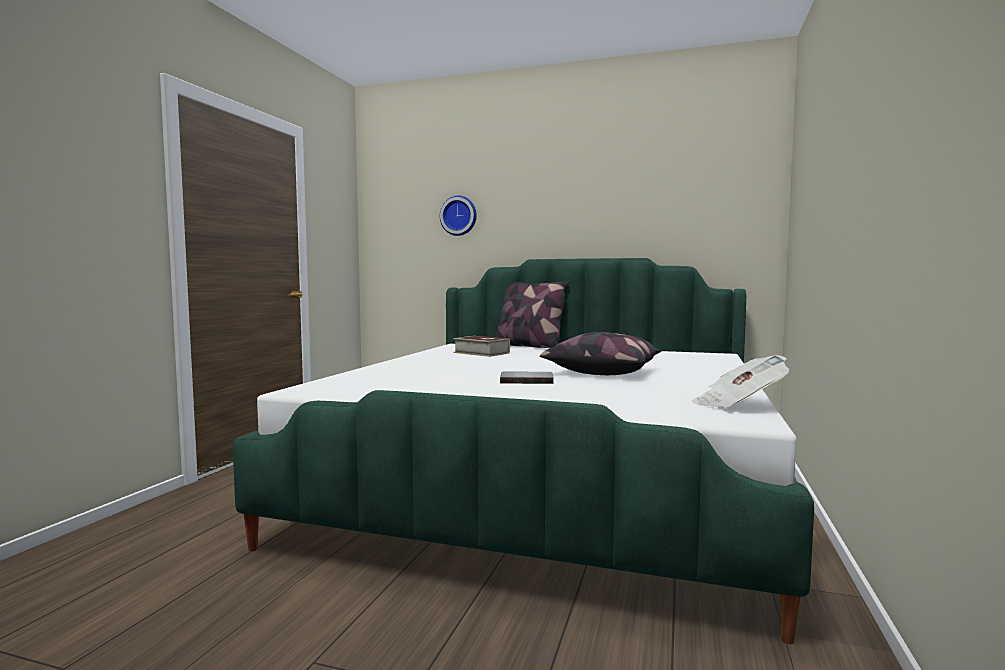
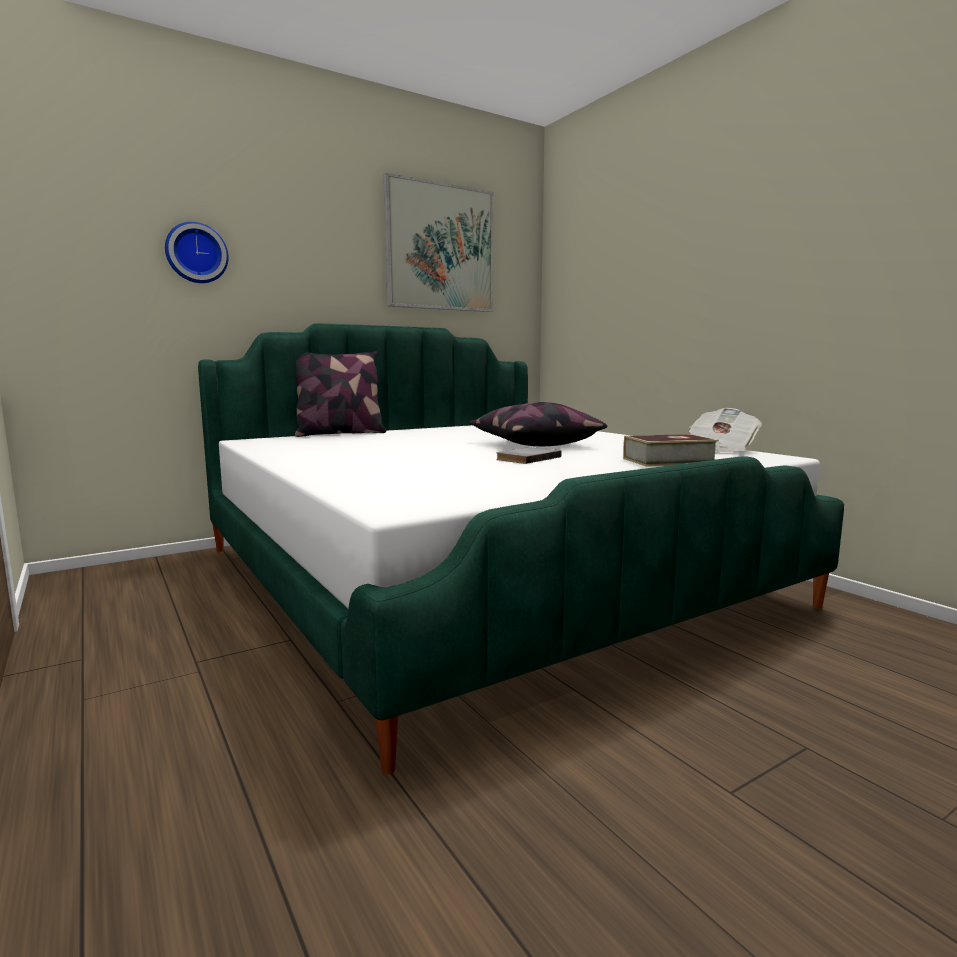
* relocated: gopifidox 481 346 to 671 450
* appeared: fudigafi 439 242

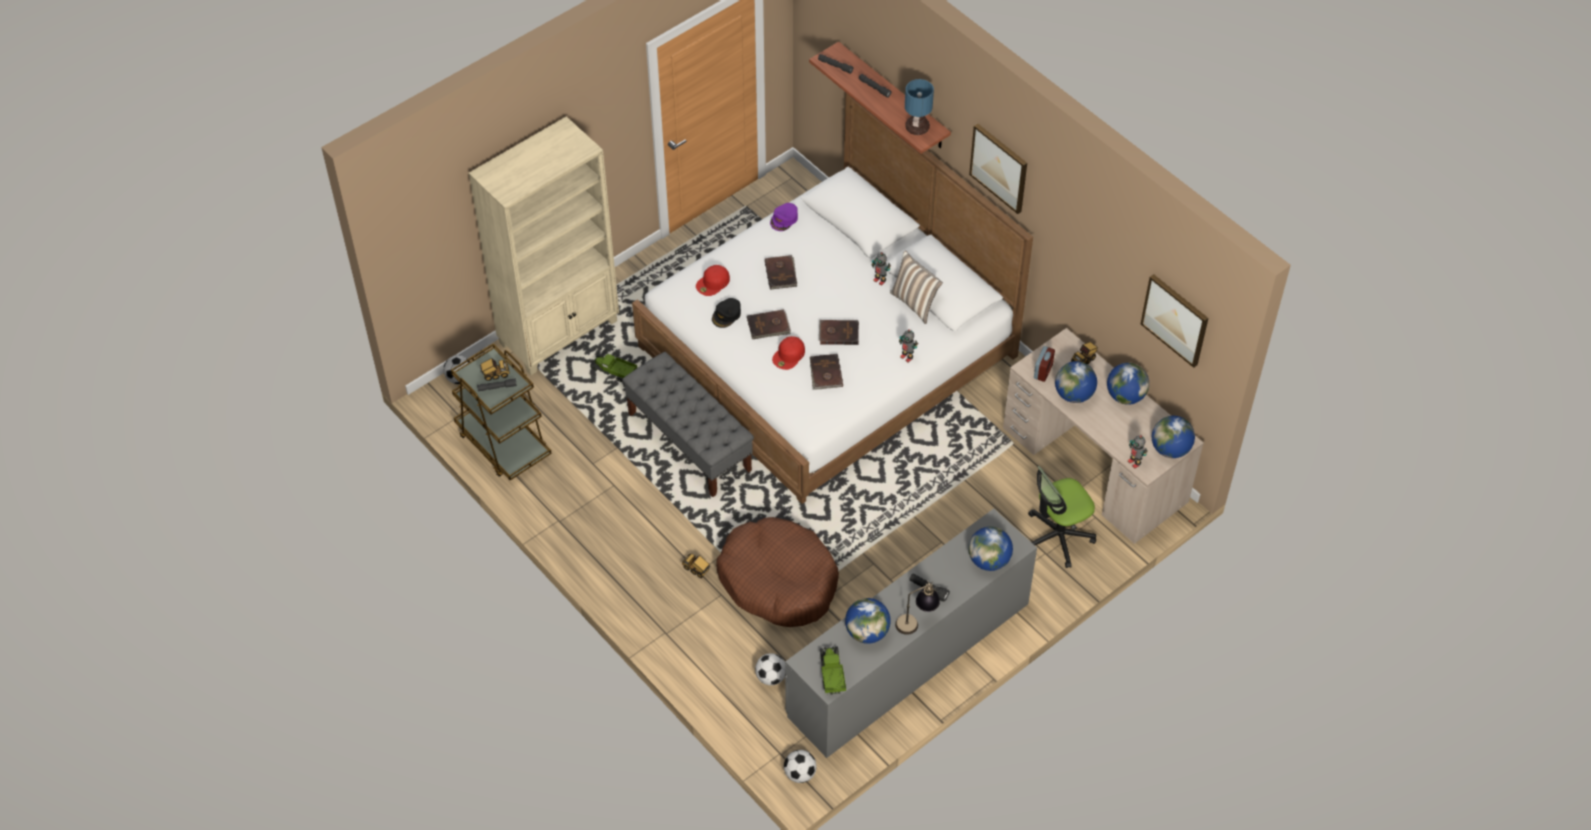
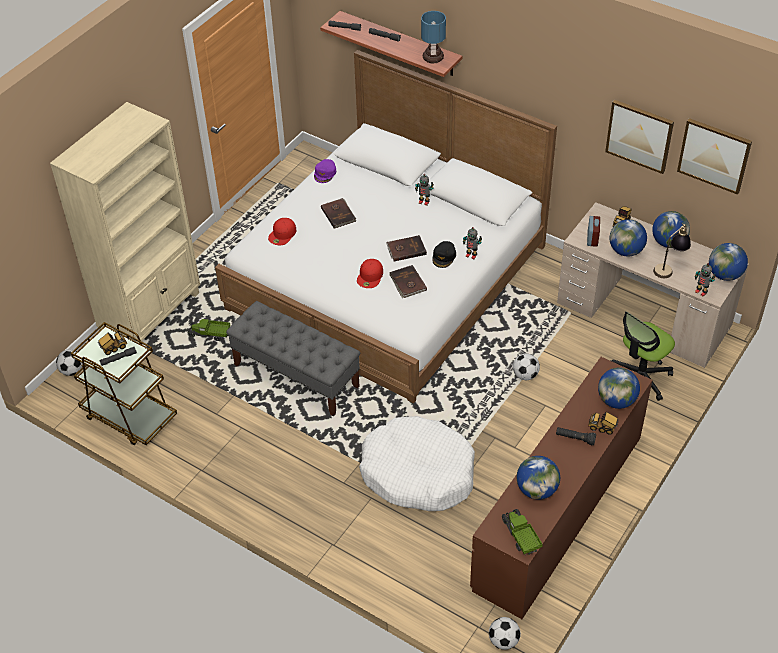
* relocated: fudigafi 998 168 to 639 137
* missing: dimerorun 916 287
* relocated: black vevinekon 726 313 to 444 254
* missing: brown gopifidox 769 324
* colour: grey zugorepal 911 633 to brown zugorepal 561 488
* colour: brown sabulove 777 572 to white sabulove 417 463
* relocated: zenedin 696 565 to 603 423
* relocated: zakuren 917 608 to 672 250
* relocated: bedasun 770 669 to 526 367

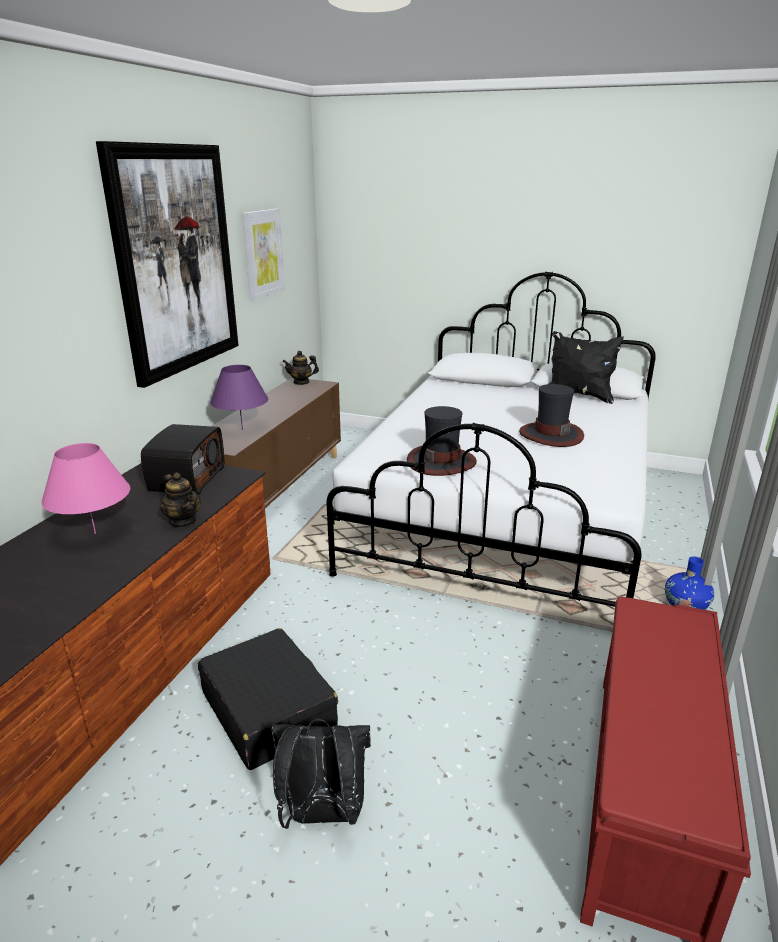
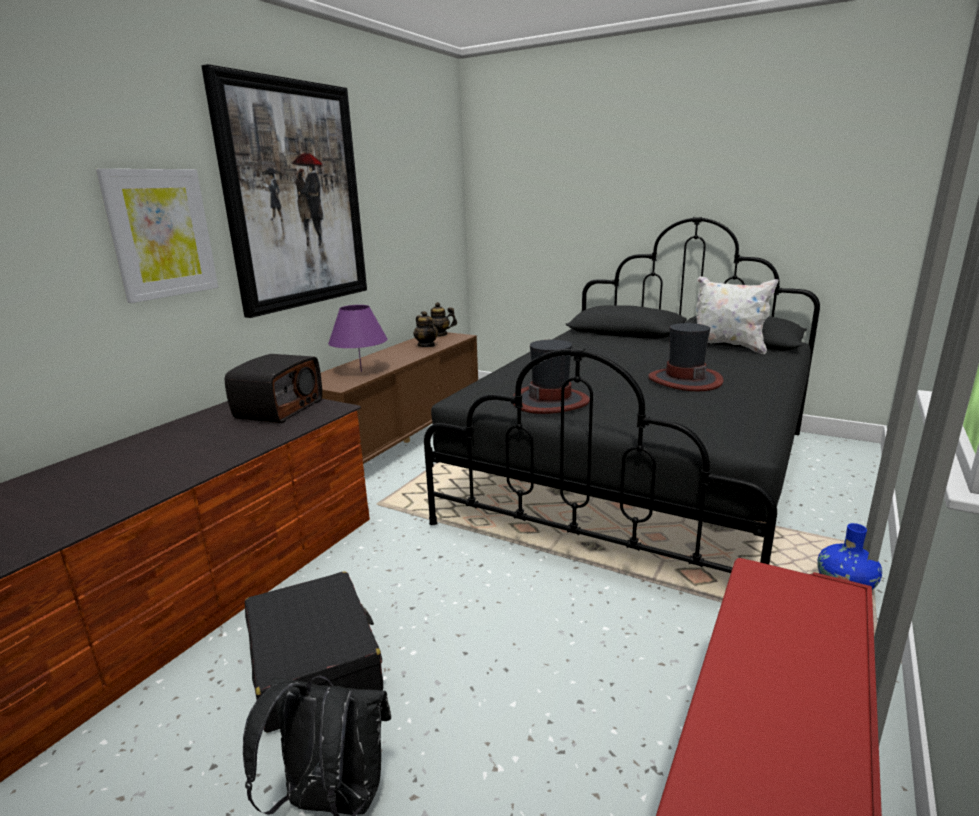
* relocated: fudigafi 263 254 to 157 236
* colour: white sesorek 491 439 to black sesorek 622 395
* colour: black dimerorun 586 367 to white dimerorun 737 315
* missing: pink zakuren 85 488
* relocated: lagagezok 180 500 to 425 329

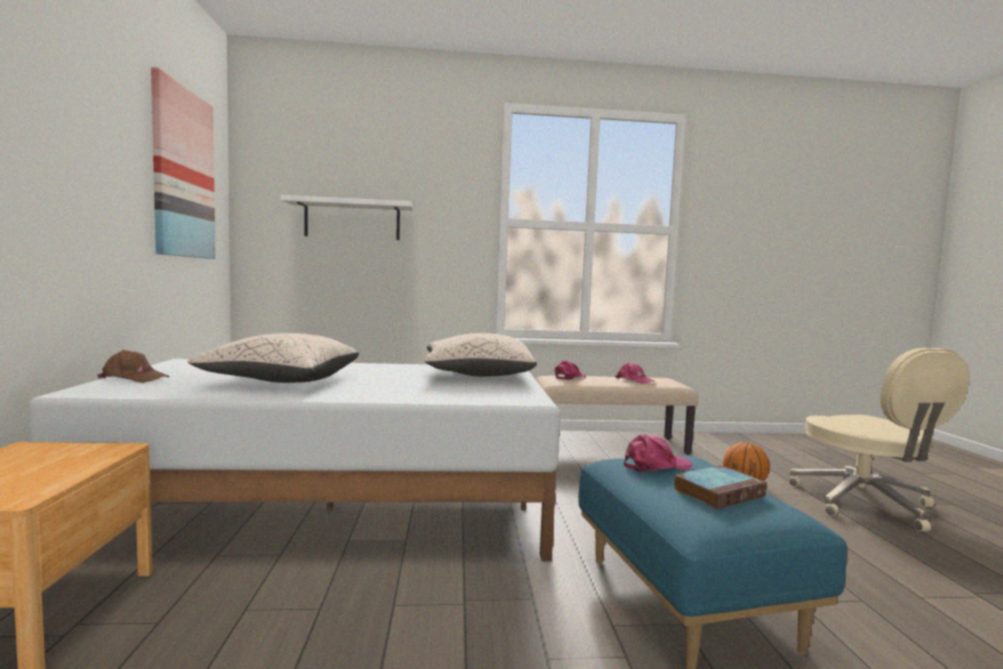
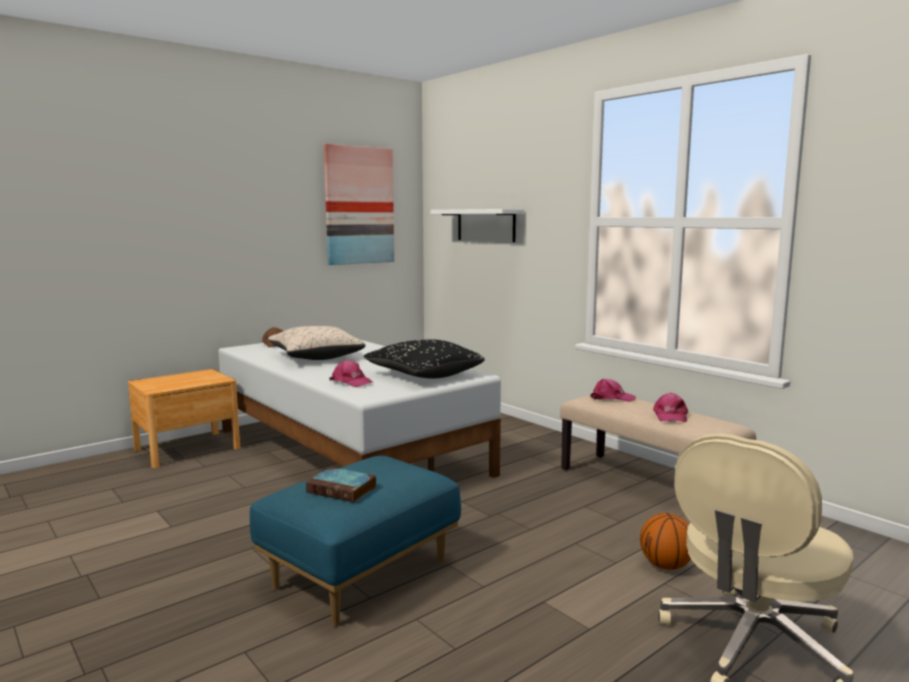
* colour: beige dimerorun 480 355 to black dimerorun 424 359
* relocated: pink vevinekon 657 454 to 351 373

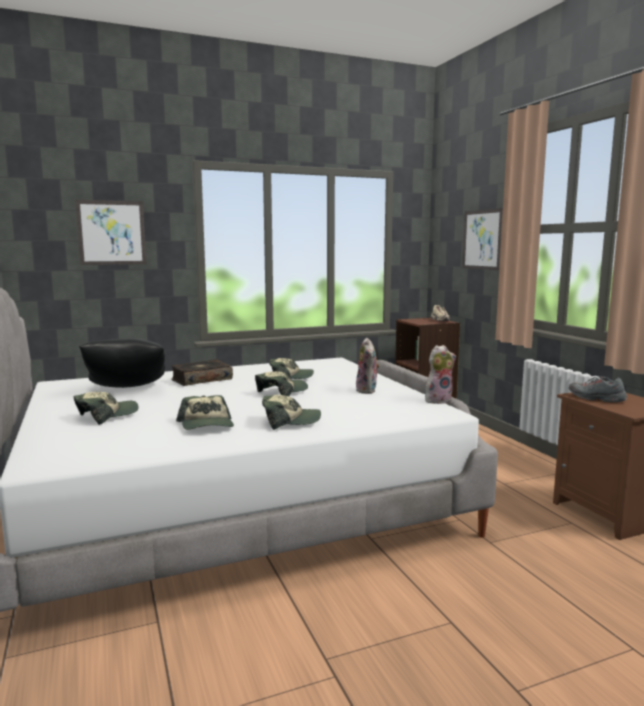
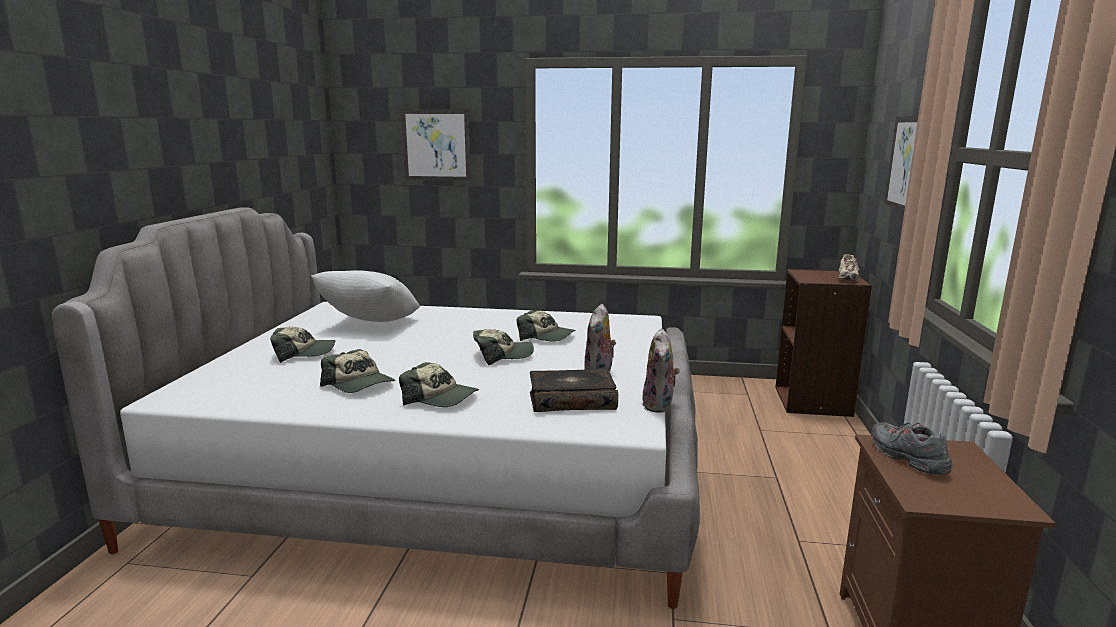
* colour: black dimerorun 122 363 to white dimerorun 365 296
* spun: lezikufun 440 374 = 661 370 90 degrees clockwise
* relocated: gopifidox 202 372 to 574 390
* spun: vevinekon 205 412 = 357 371 60 degrees counterclockwise

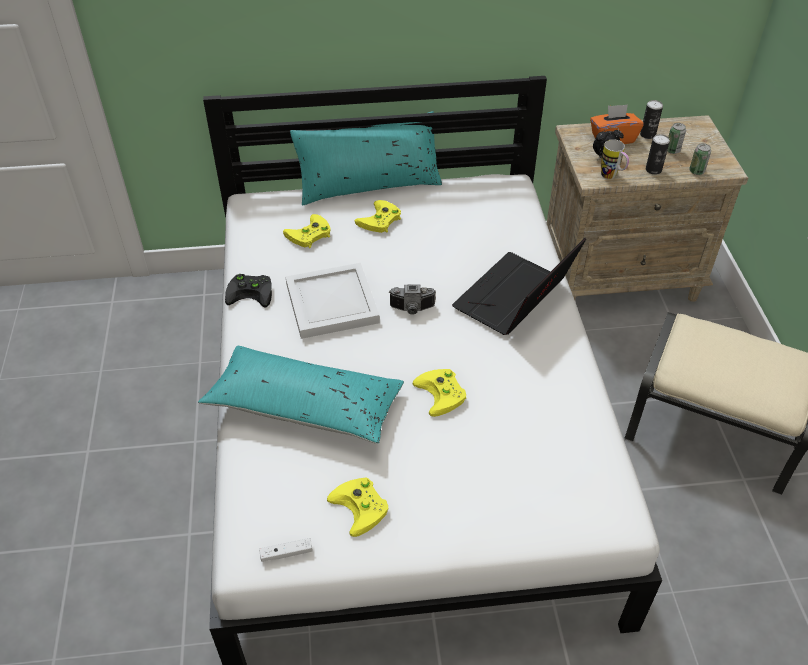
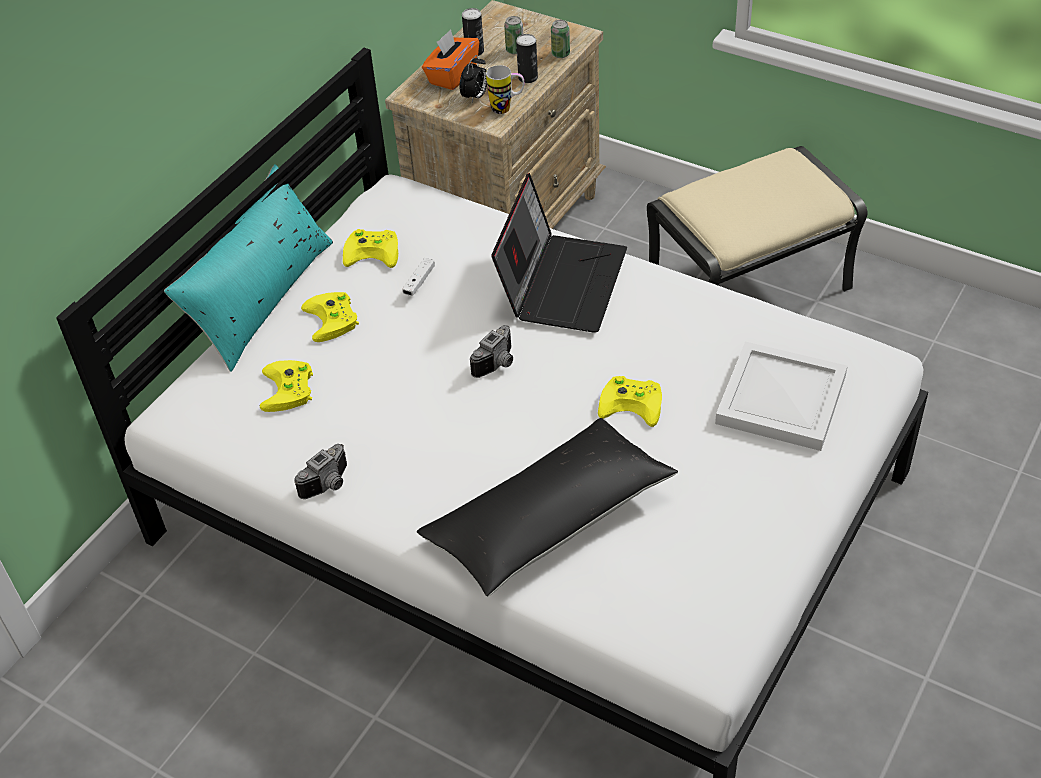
* spun: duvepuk 519 286 = 559 253 150 degrees counterclockwise
* relocated: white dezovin 333 301 to 781 396
* exchanged: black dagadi 248 290 to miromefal 320 471
* colour: turquoise dimerorun 301 395 to black dimerorun 547 507
* relocated: yellow dagadi 358 507 to 370 248
* relocated: white dagadi 285 550 to 418 277

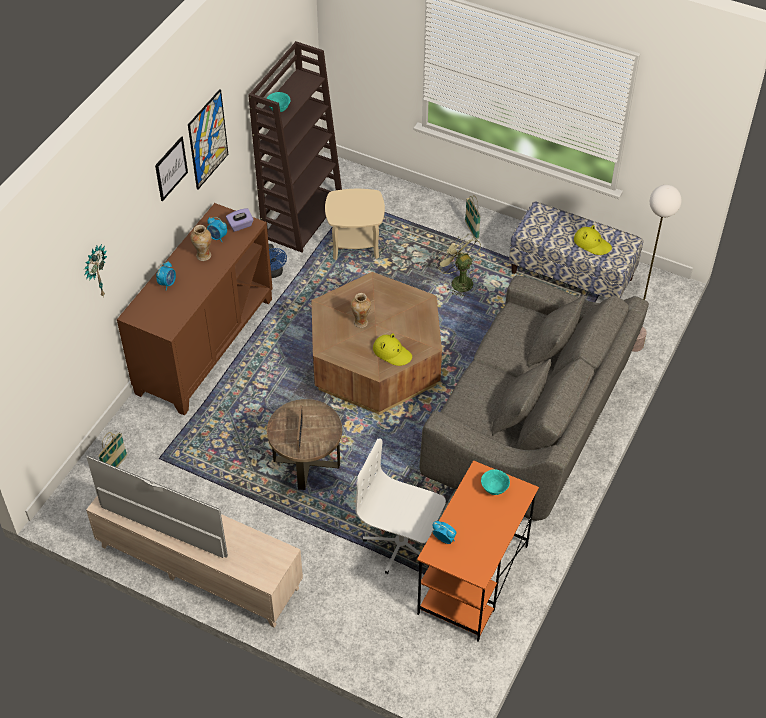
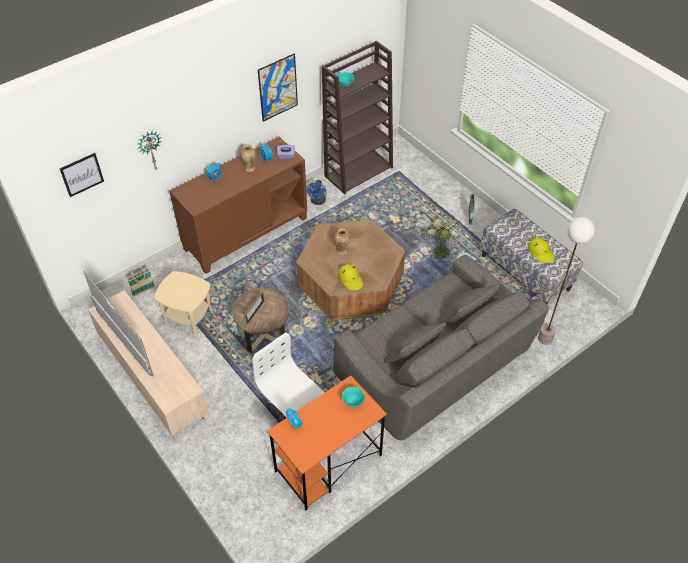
* relocated: fudigafi 171 168 to 82 175
* relocated: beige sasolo 355 224 to 183 303

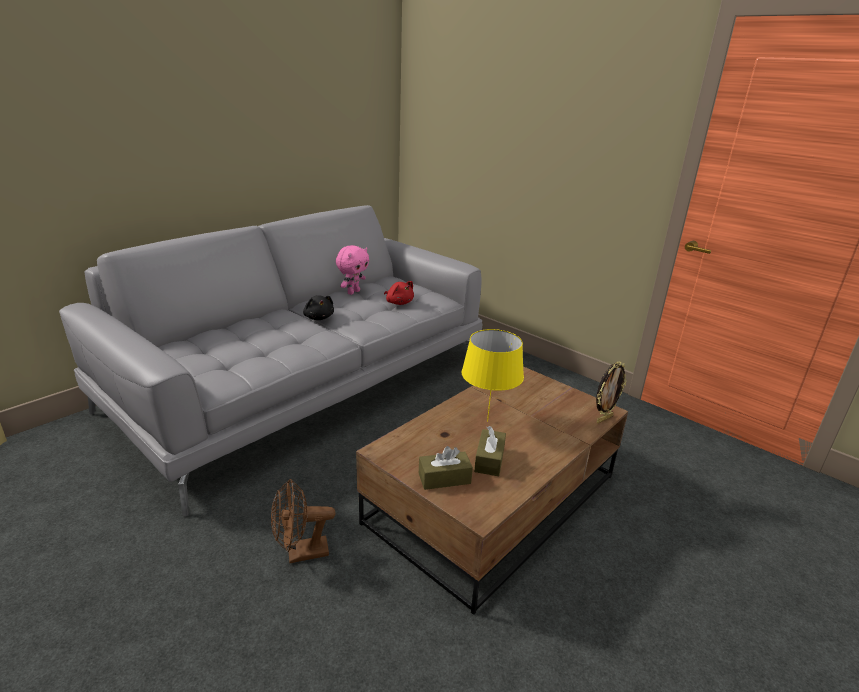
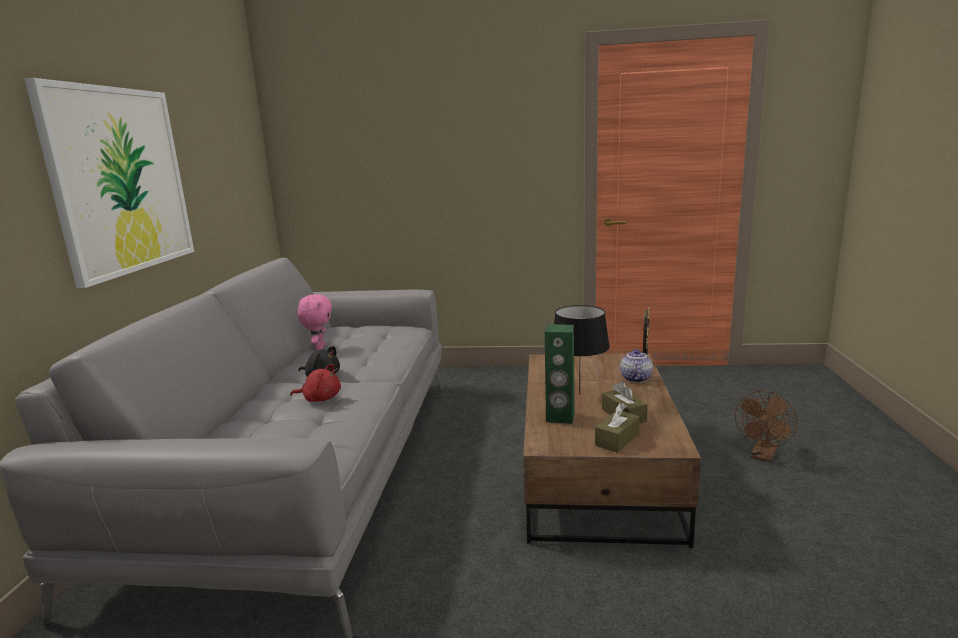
* relocated: red lezikufun 399 293 to 315 383
* colour: yellow zakuren 493 375 to black zakuren 582 350
* relocated: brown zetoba 303 521 to 766 426
* appeared: fudigafi 109 183
* appeared: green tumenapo 560 374
* appeared: lagagezok 636 366

